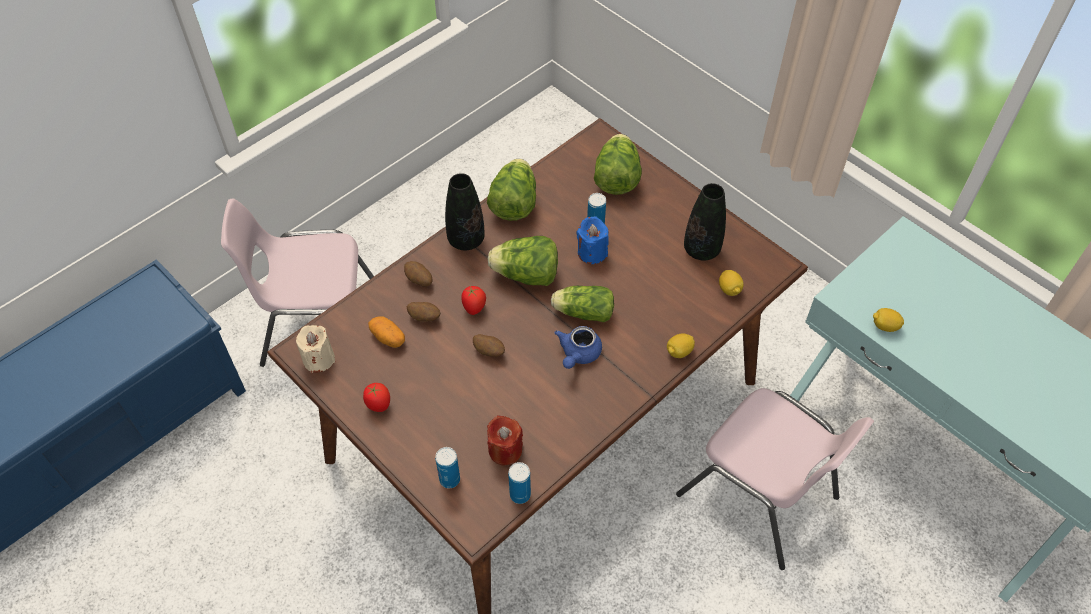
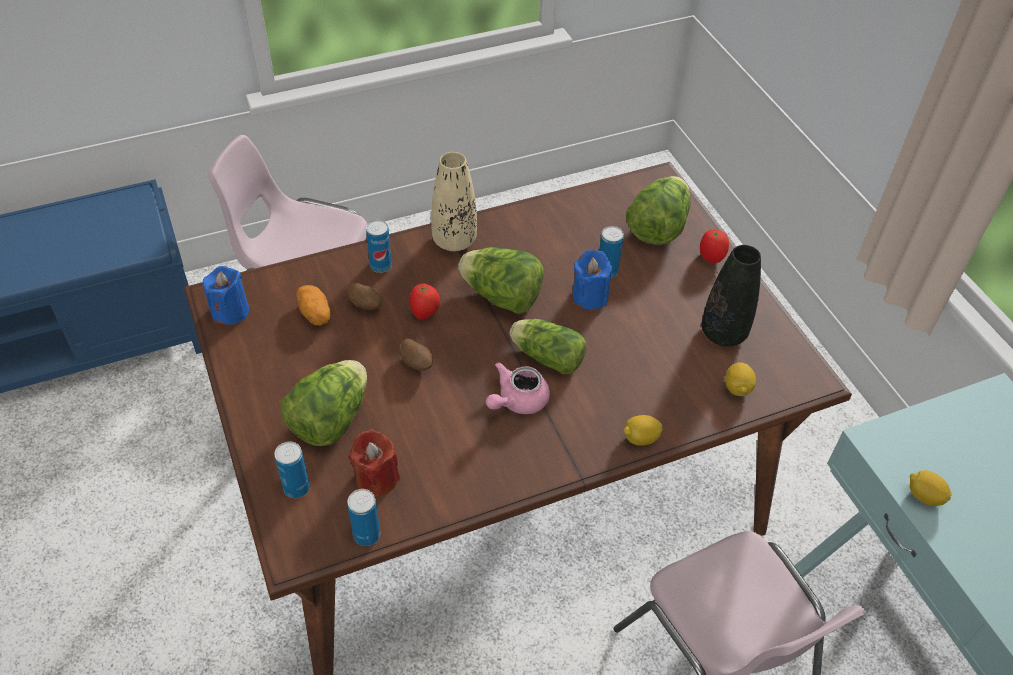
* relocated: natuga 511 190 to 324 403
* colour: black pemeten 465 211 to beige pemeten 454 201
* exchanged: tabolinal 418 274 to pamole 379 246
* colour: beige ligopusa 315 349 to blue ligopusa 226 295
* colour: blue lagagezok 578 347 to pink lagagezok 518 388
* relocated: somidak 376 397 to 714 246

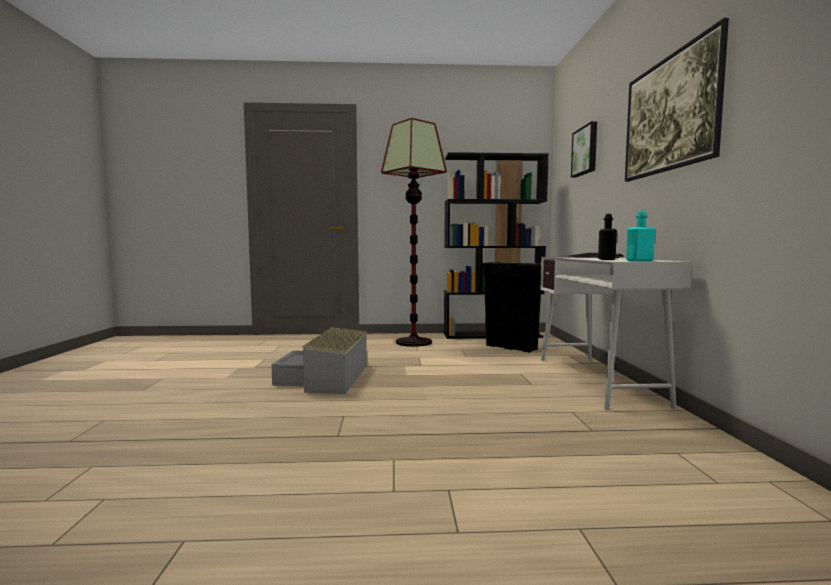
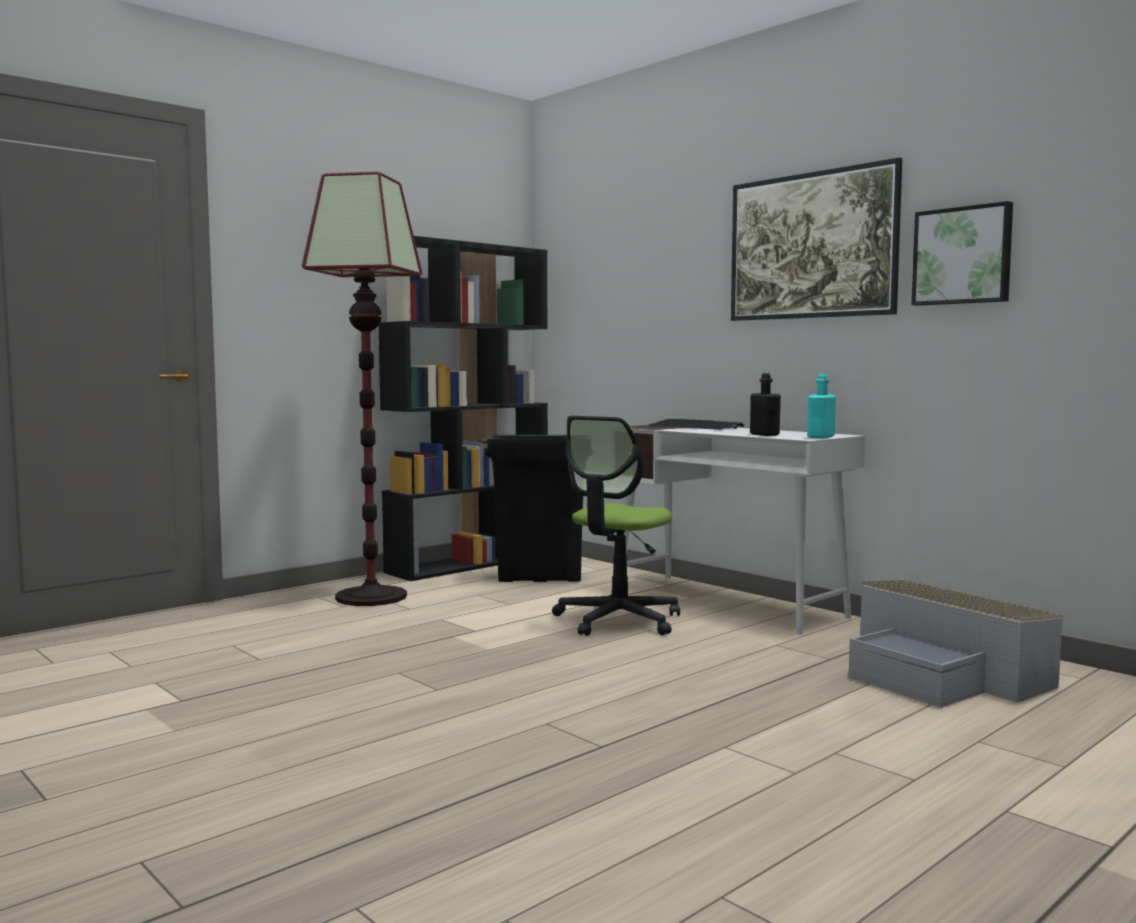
* relocated: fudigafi 584 149 to 962 253
* relocated: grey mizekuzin 319 360 to 956 644
* appeared: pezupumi 616 525

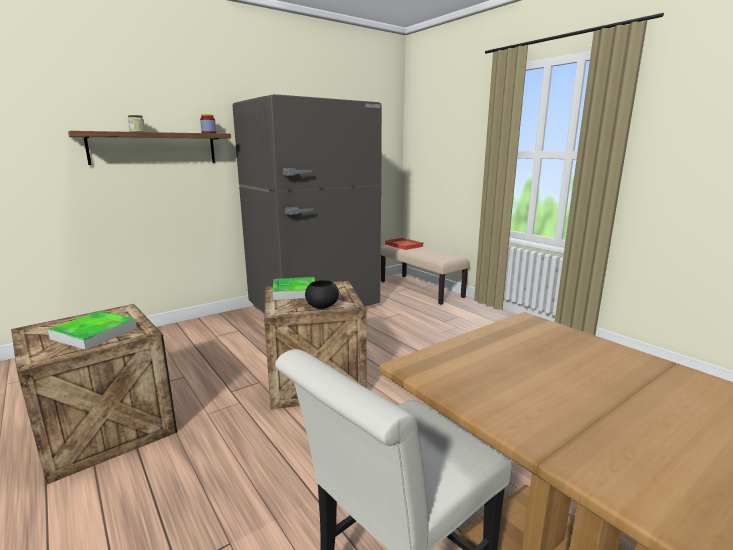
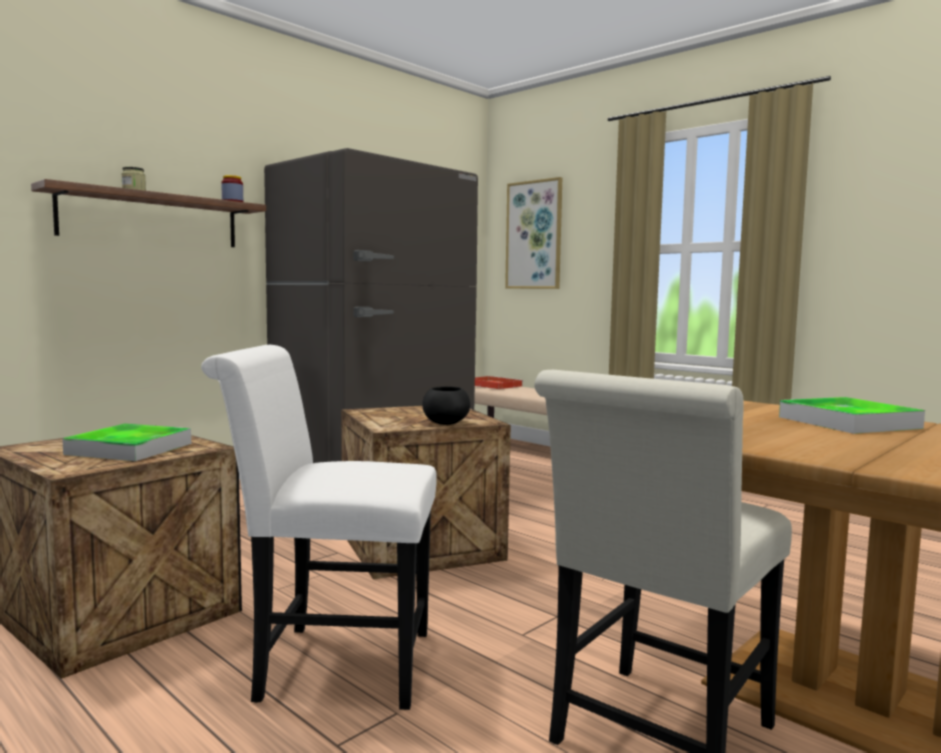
* relocated: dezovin 294 288 to 852 415
* appeared: fudigafi 533 233
* appeared: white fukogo 319 527

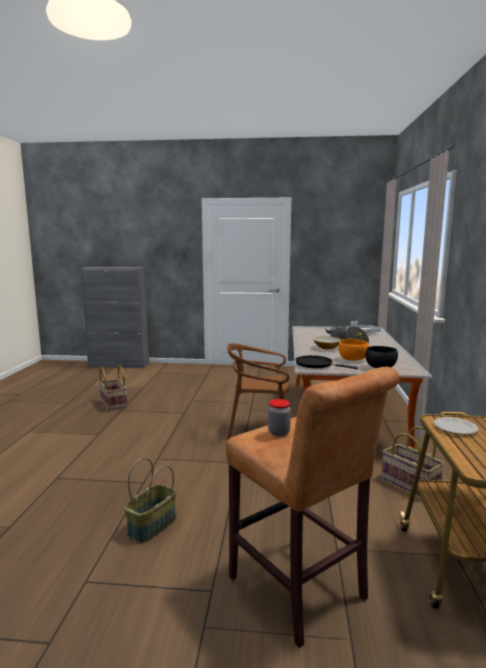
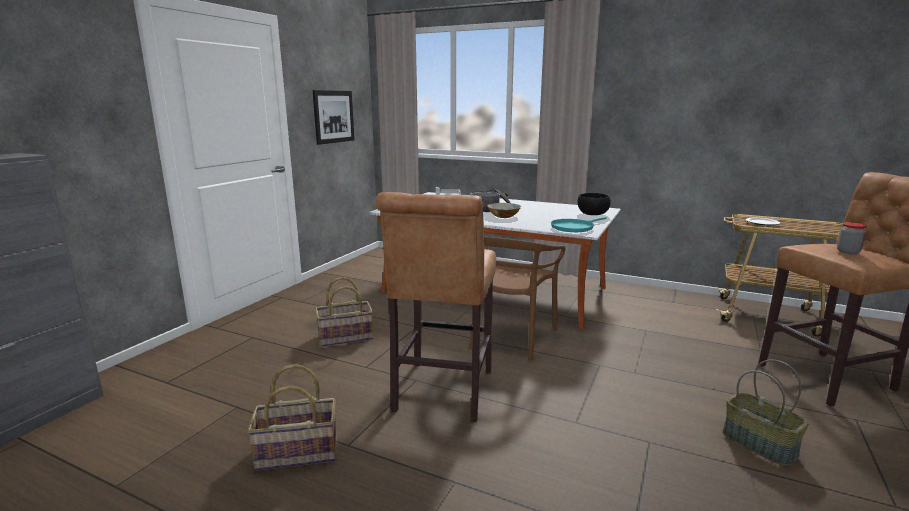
* missing: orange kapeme 353 350
* colour: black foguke 327 362 to turquoise foguke 579 224
* relocated: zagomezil 412 461 to 344 312
* appeared: fudigafi 334 117
* appeared: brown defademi 436 307

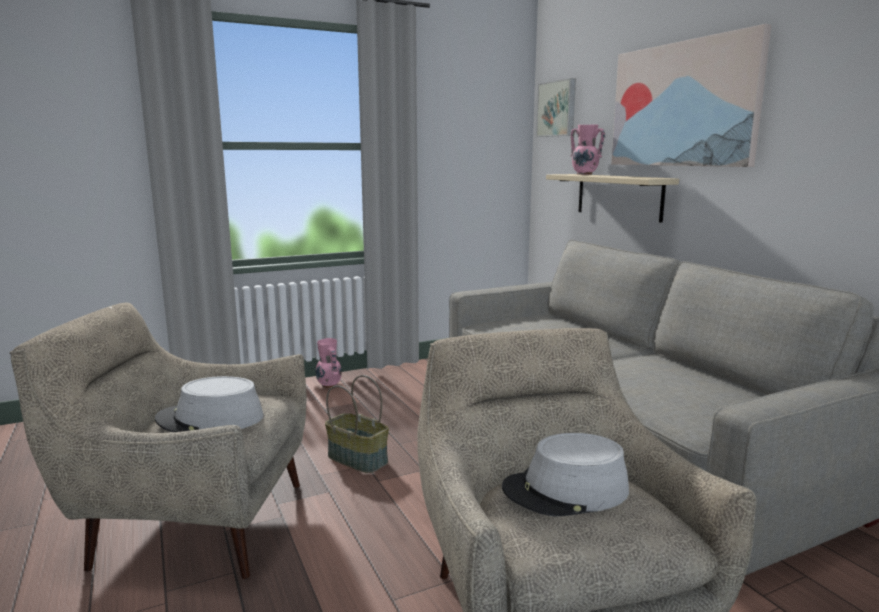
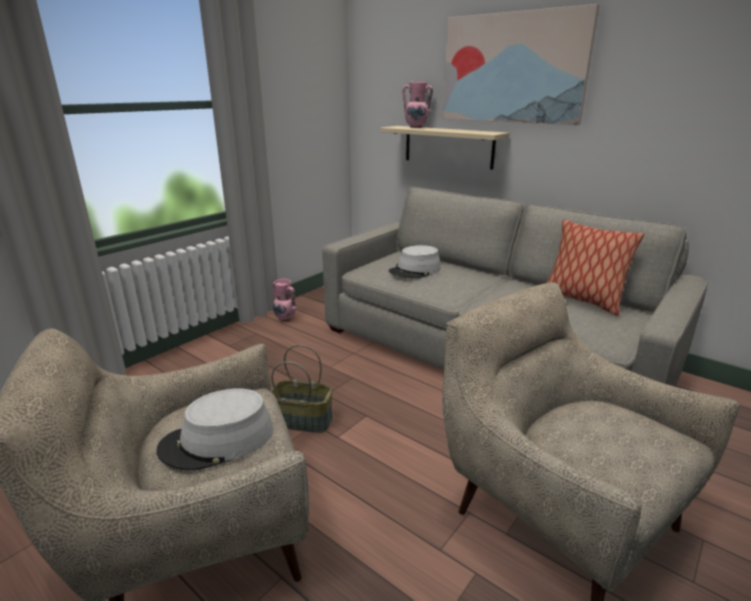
* missing: fudigafi 556 107
* relocated: pink pemeten 329 363 to 284 299
* relocated: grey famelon 565 475 to 415 262
* appeared: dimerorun 595 267

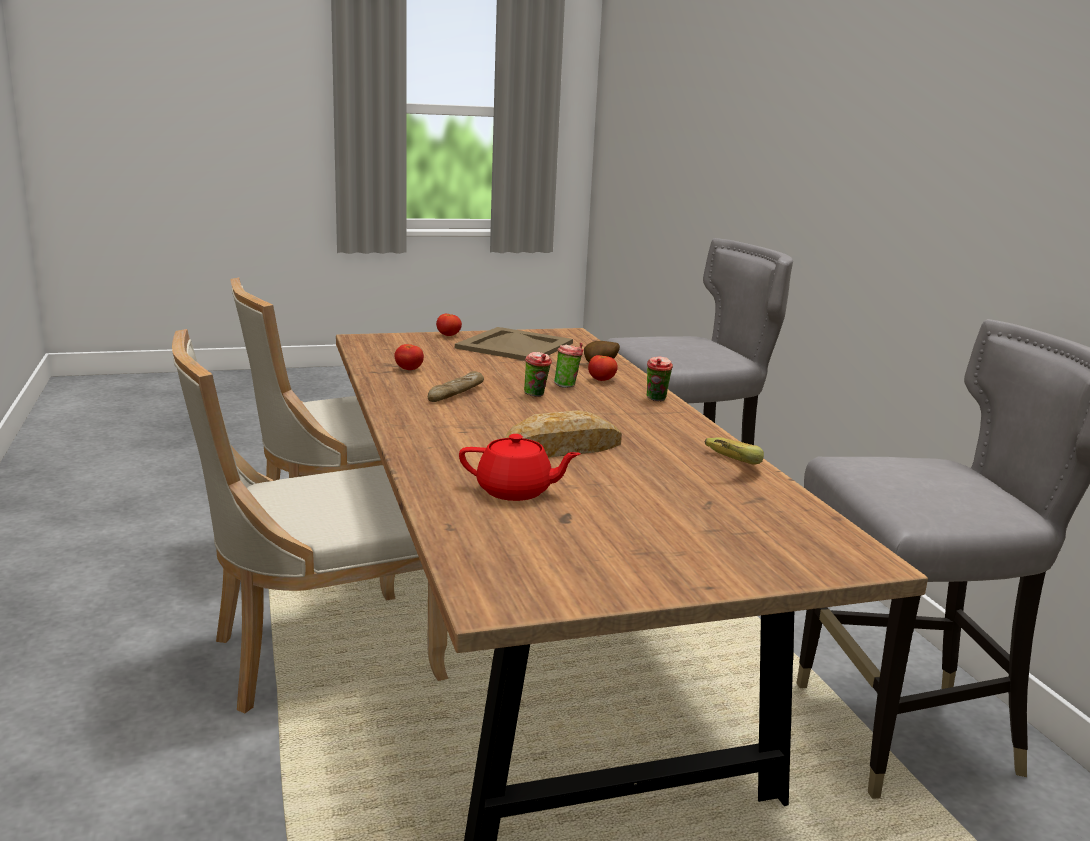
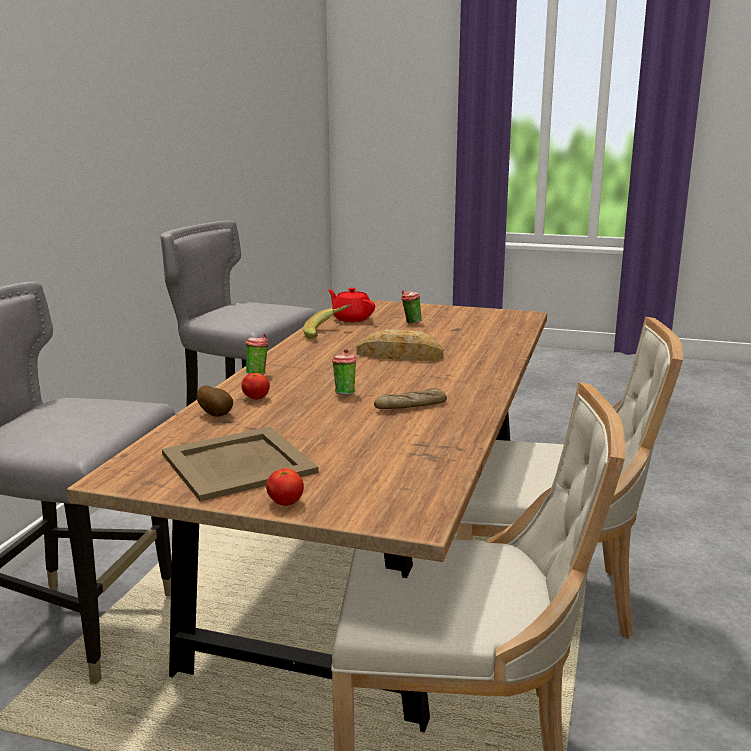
* relocated: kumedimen 569 365 to 411 307
* missing: somidak 409 357
* relocated: red lagagezok 520 467 to 351 305

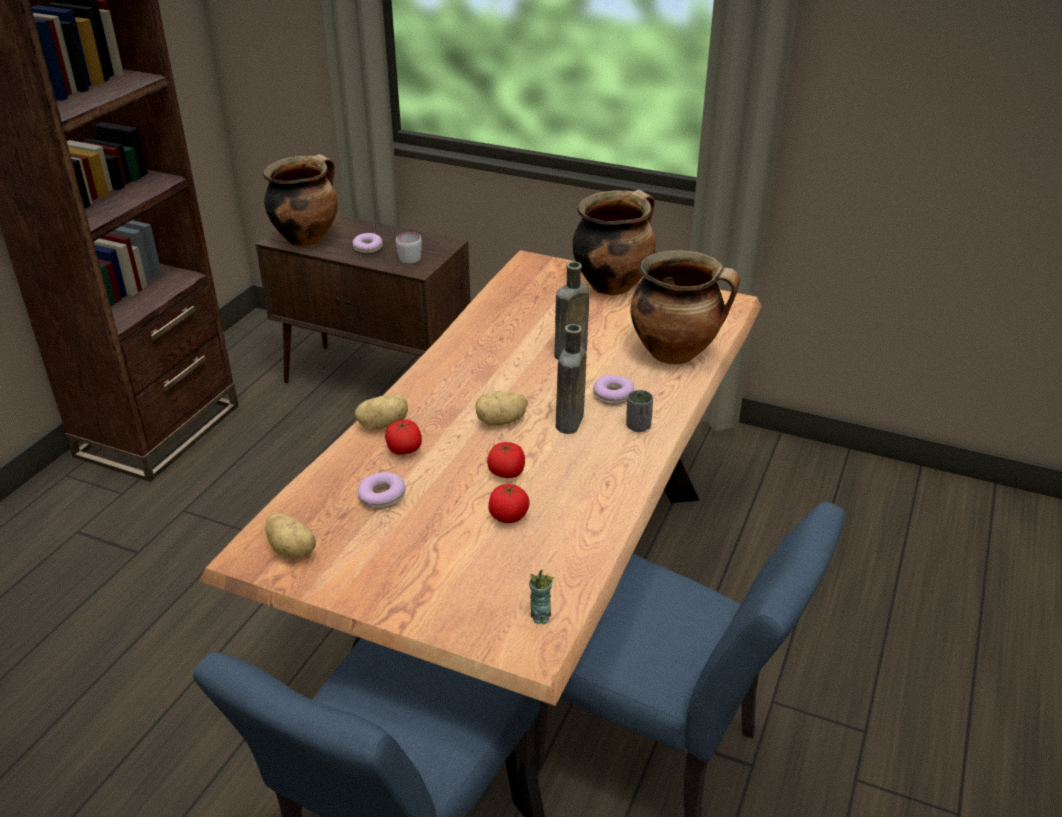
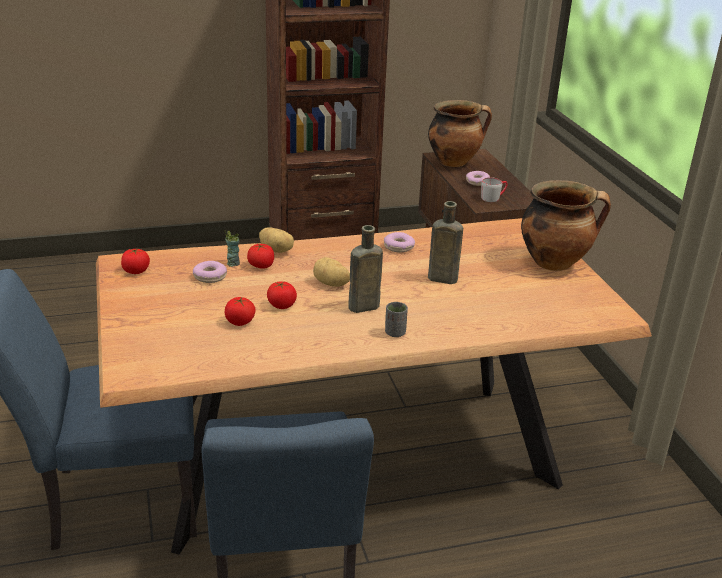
* missing: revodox 685 307
* relocated: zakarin 613 390 to 399 242
* exchanged: tabolinal 290 536 to somidak 135 261
* relocated: kumedimen 541 596 to 232 248

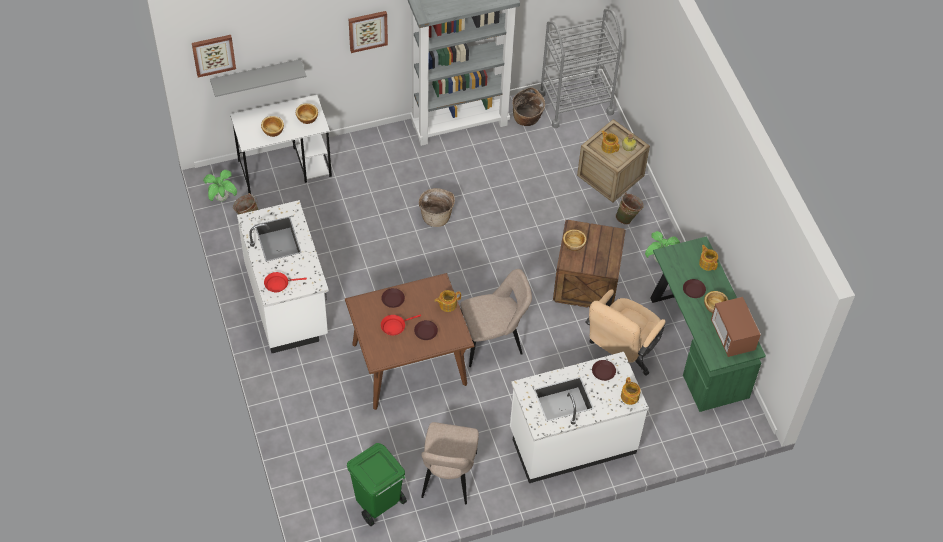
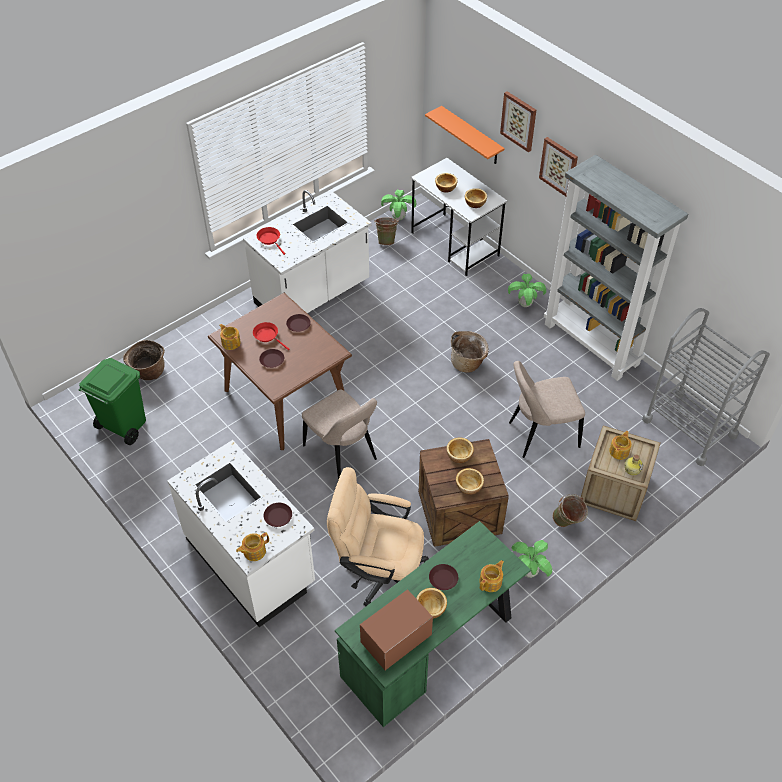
* relocated: fudigafi 214 56 to 518 121
* colour: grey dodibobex 258 78 to orange dodibobex 465 135
* relocated: zagomezil 528 106 to 144 360
* relocated: lagagezok 447 301 to 230 337
* relocated: beige fukogo 450 463 to 547 409
* appeared: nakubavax 527 290
* appeared: kapeme 470 481

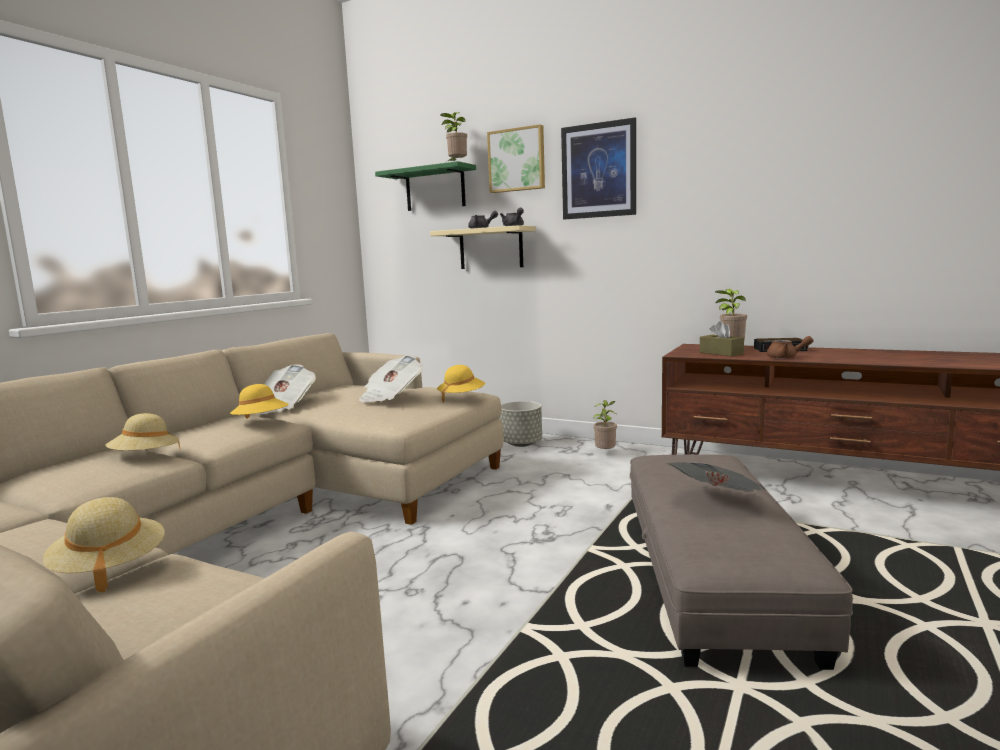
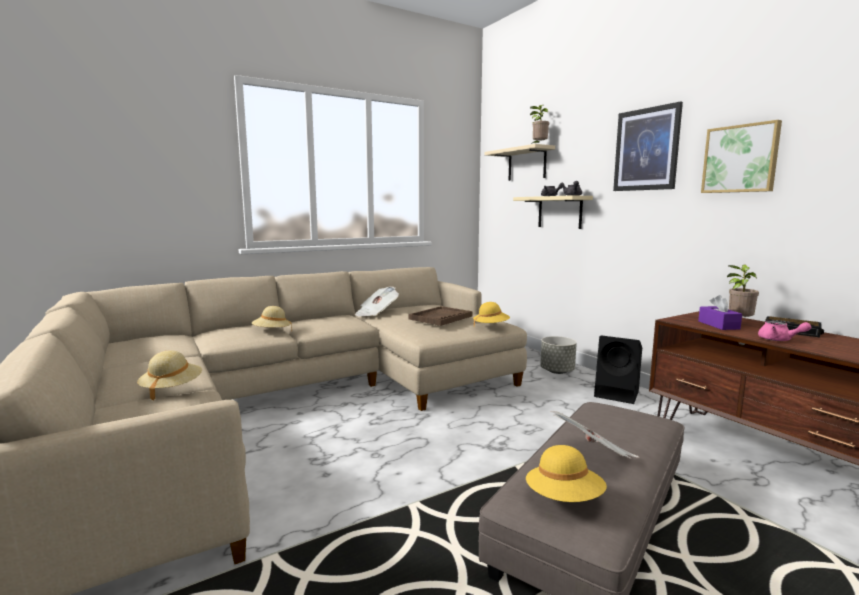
* relocated: fudigafi 516 158 to 741 156
* colour: green dodibobex 425 186 to beige dodibobex 519 162
* colour: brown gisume 722 338 to purple gisume 720 312
* colour: brown lagagezok 790 347 to pink lagagezok 784 331
* exchanged: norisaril 391 379 to brown dezovin 440 316
* relocated: yellow famelon 259 401 to 566 473
* exchanged: nakubavax 605 424 to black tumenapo 618 369

